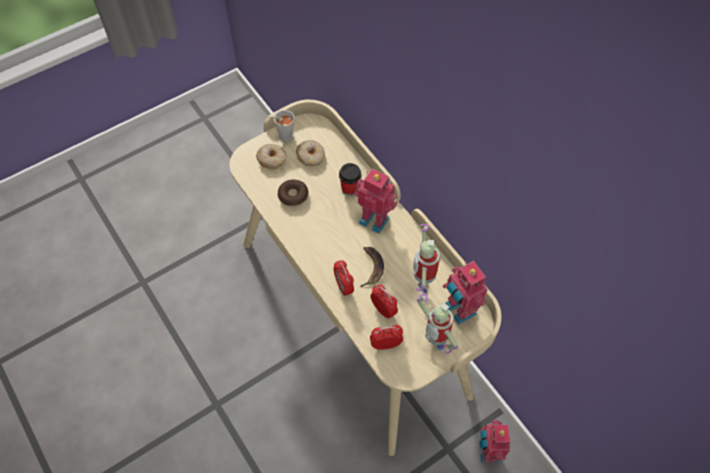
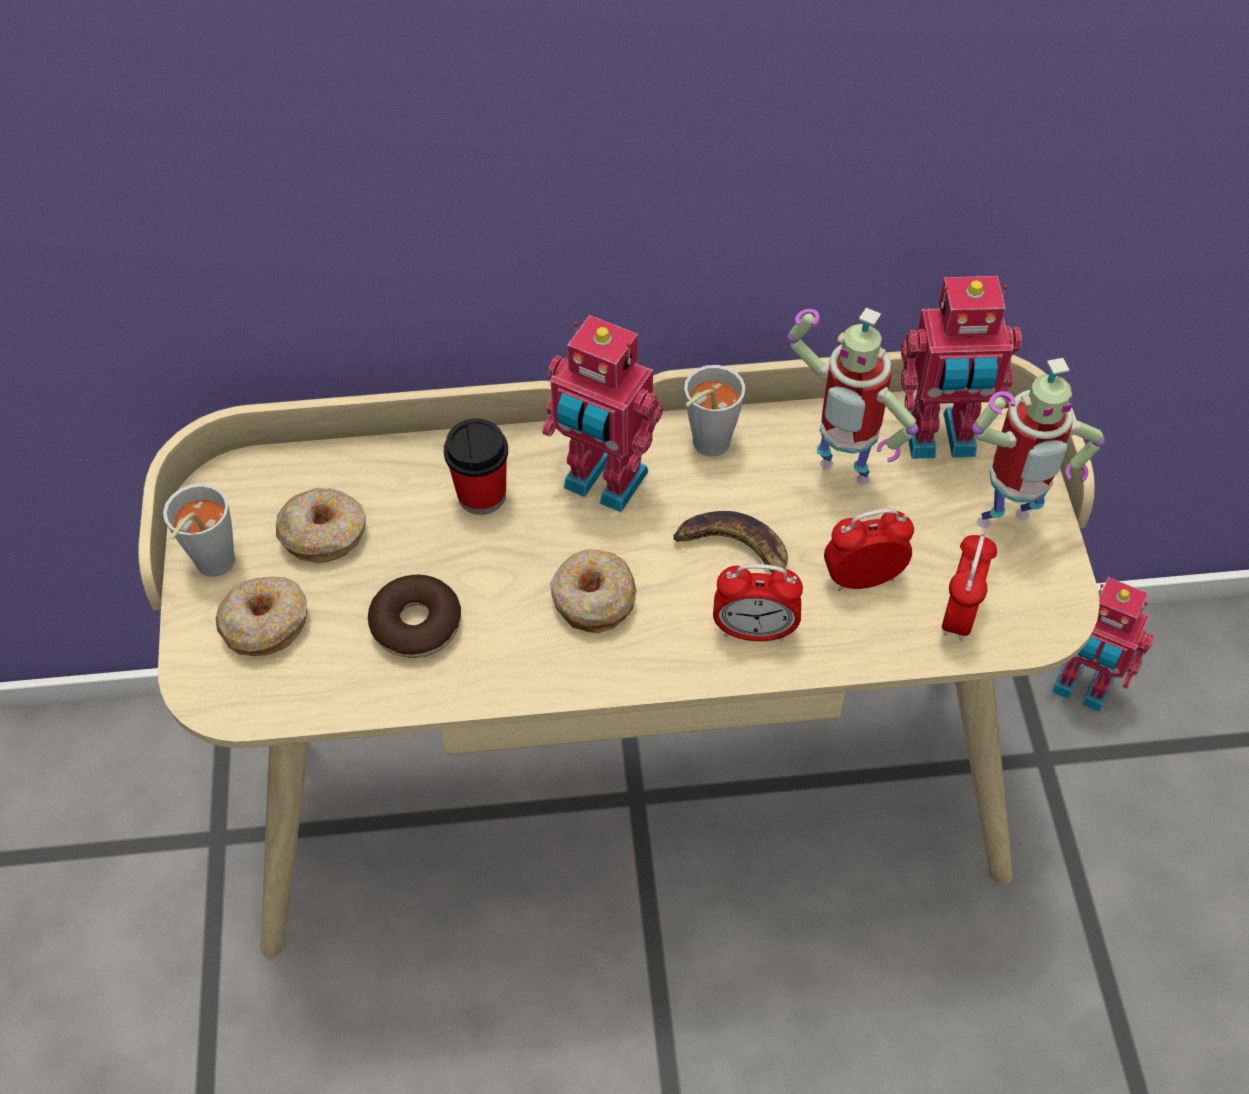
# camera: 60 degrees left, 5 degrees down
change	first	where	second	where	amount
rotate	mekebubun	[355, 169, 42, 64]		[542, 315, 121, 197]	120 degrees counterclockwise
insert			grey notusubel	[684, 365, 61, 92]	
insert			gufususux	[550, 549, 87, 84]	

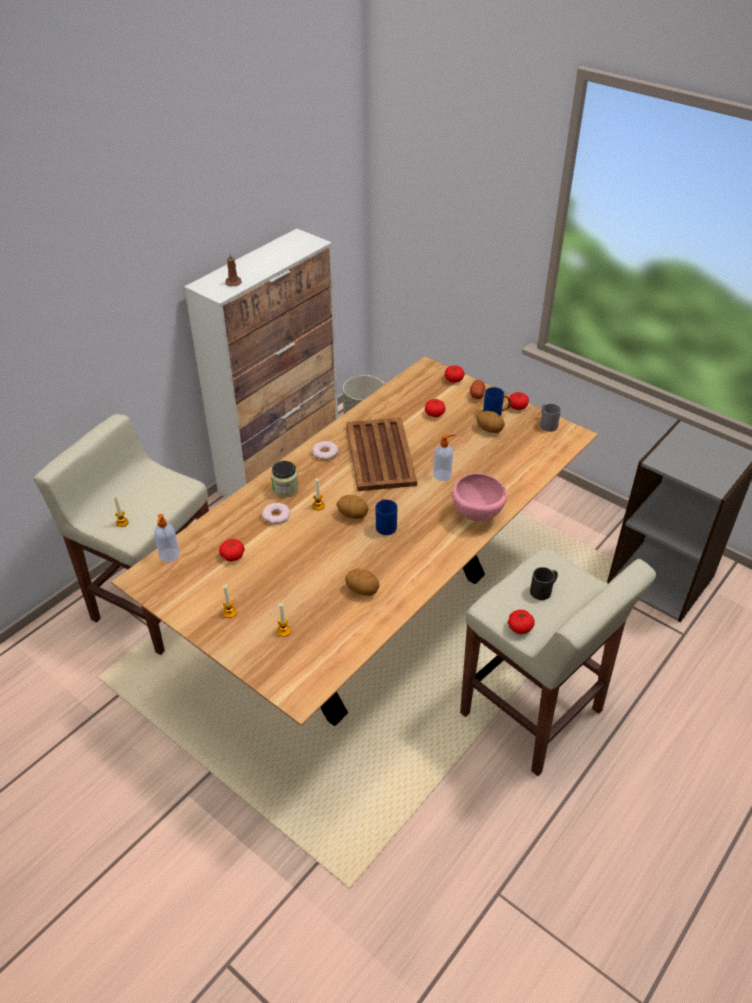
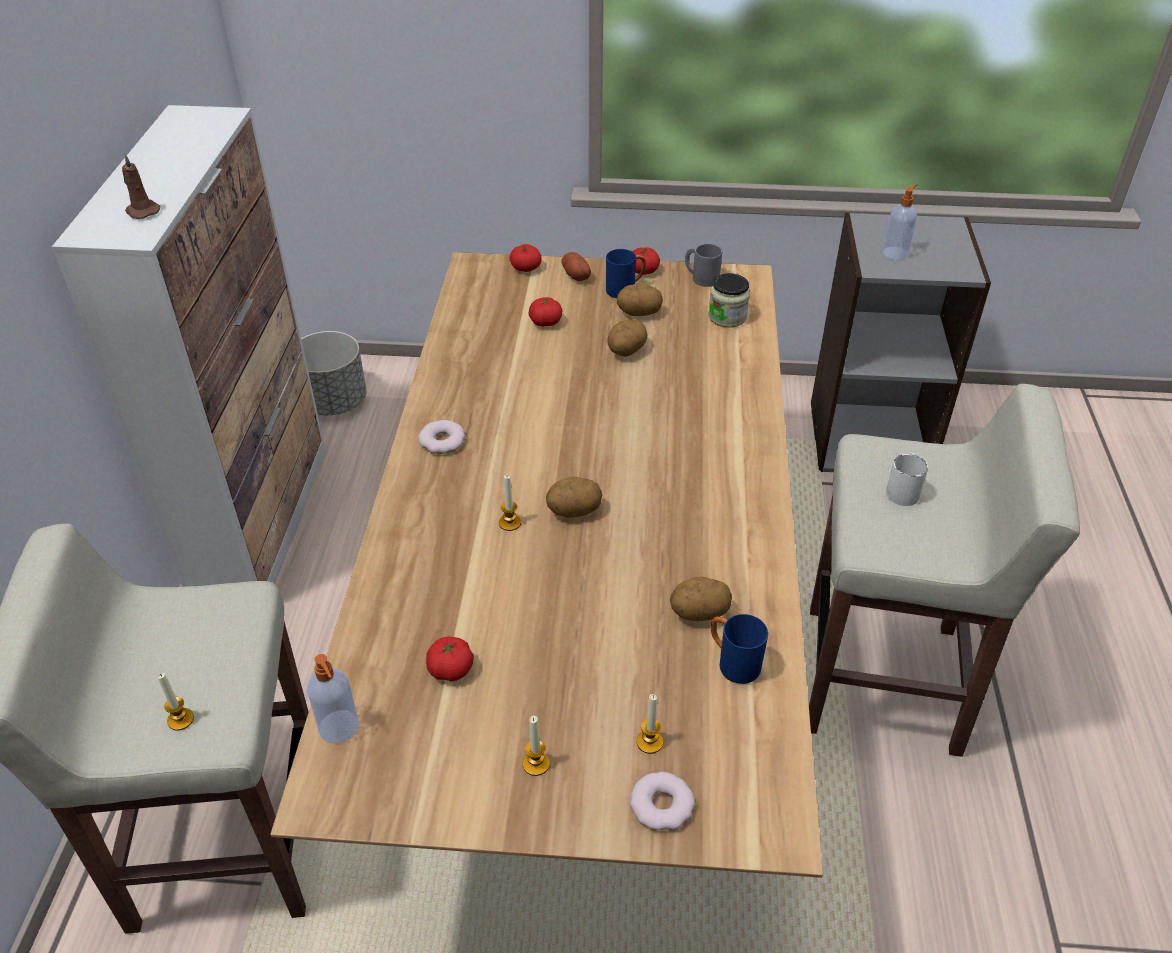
# camera: 35 degrees left, 0 degrees up
change	first	where	second	where	amount
delete	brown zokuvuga	[346, 418, 71, 73]			
move	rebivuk	[433, 434, 23, 47]		[883, 184, 34, 76]	
move	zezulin	[271, 461, 28, 36]		[708, 273, 42, 55]	
delete	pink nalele	[452, 473, 55, 48]			
move	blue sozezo	[375, 498, 22, 37]		[711, 614, 57, 70]	
move	gufususux	[262, 503, 28, 21]		[630, 772, 65, 58]	
recolor	black sozezo	[530, 567, 28, 33]	white sozezo	[886, 453, 42, 53]	
delete	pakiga	[508, 610, 27, 24]			
insert			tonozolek	[607, 319, 41, 38]	

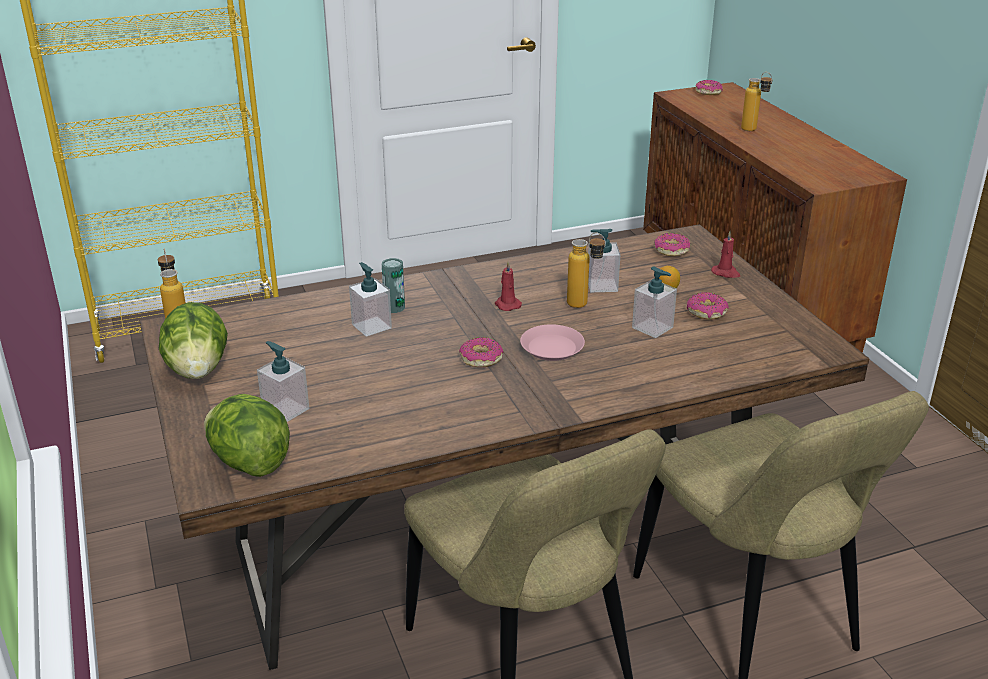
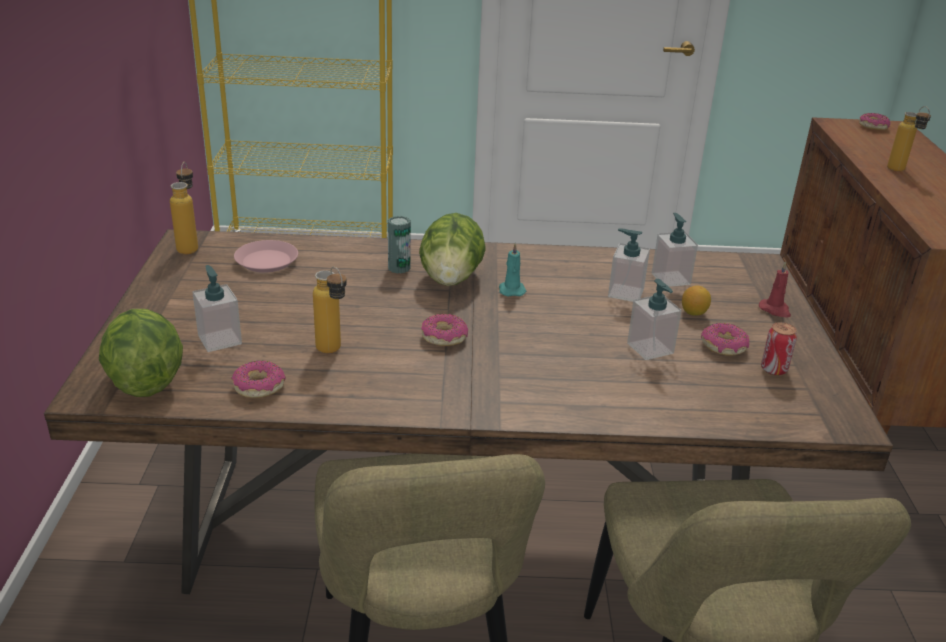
# camera: 20 degrees right, 0 degrees up
change	first	where	second	where	amount
move	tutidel	[567, 233, 39, 75]		[313, 266, 34, 87]	
move	gufususux	[654, 233, 36, 23]		[231, 360, 55, 38]	
recolor	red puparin	[495, 261, 27, 50]	turquoise puparin	[499, 243, 28, 53]	
move	rebivuk	[349, 262, 43, 75]		[652, 213, 46, 74]	
move	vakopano	[159, 302, 69, 77]		[419, 213, 66, 73]	
move	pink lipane	[520, 324, 65, 37]		[234, 240, 64, 33]	
insert			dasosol	[761, 322, 36, 54]	

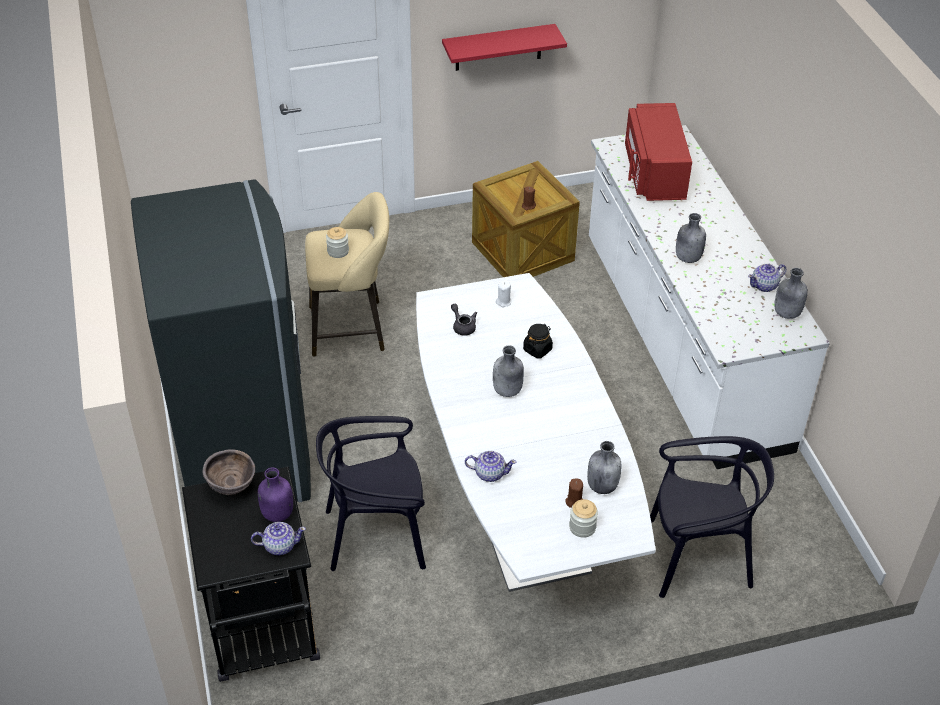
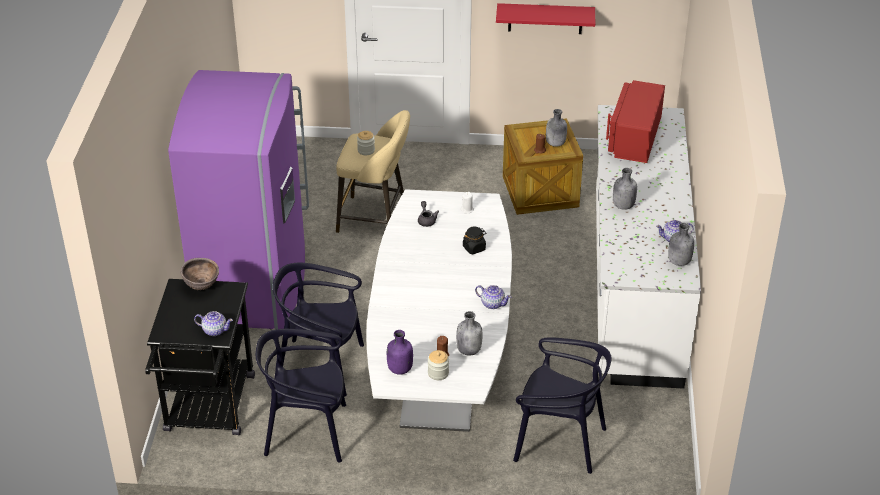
# camera: 20 degrees right, 5 degrees down
change	first	where	second	where	amount
recolor	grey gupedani	[131, 179, 180, 323]	purple gupedani	[168, 70, 141, 260]	
move	grey tutidel	[493, 346, 31, 51]		[546, 109, 21, 38]	
move	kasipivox	[465, 451, 51, 31]		[475, 285, 36, 24]	
move	purple tutidel	[258, 468, 35, 54]		[387, 330, 26, 45]	
insert			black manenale	[256, 329, 90, 134]	

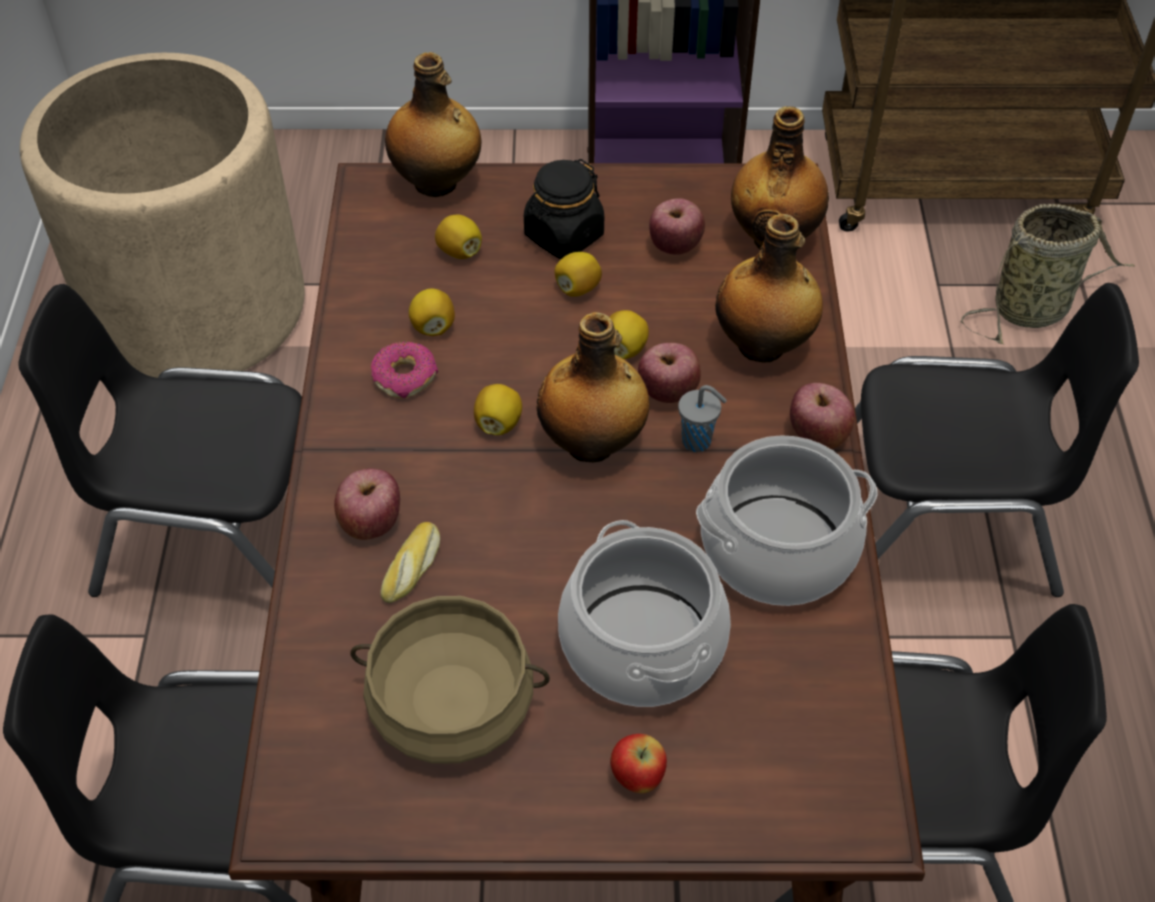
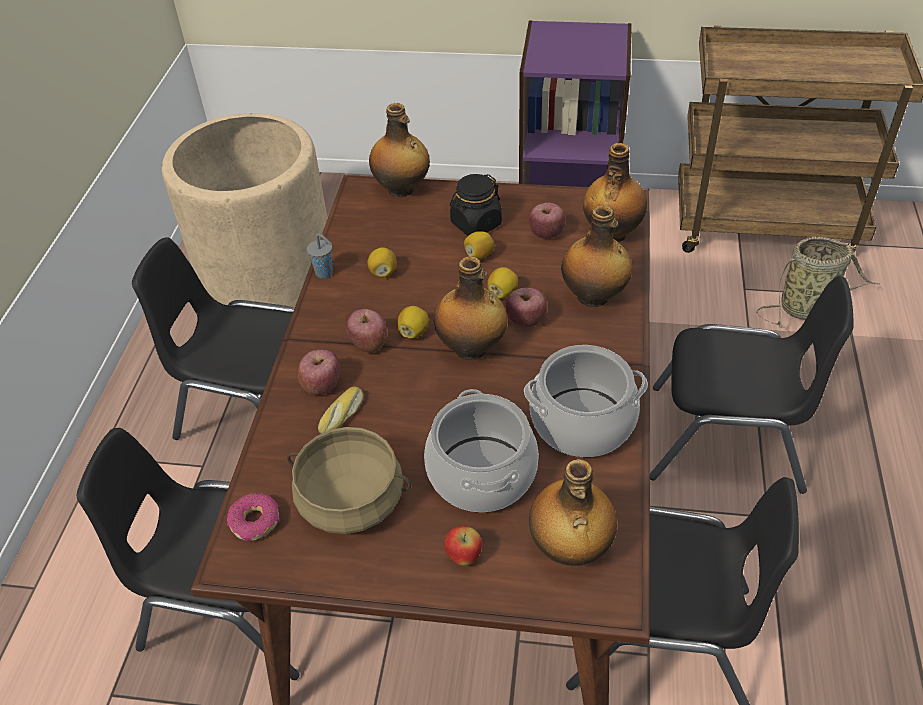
# camera: 10 degrees right, 5 degrees down
change	first	where	second	where	amount
delete	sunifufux	[435, 215, 47, 44]			
move	gufususux	[371, 342, 67, 56]		[227, 493, 53, 49]	
move	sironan	[790, 383, 65, 66]		[346, 309, 41, 44]	
move	grey notusubel	[678, 385, 49, 67]		[307, 233, 26, 45]	
insert			tutidel	[529, 459, 88, 107]	

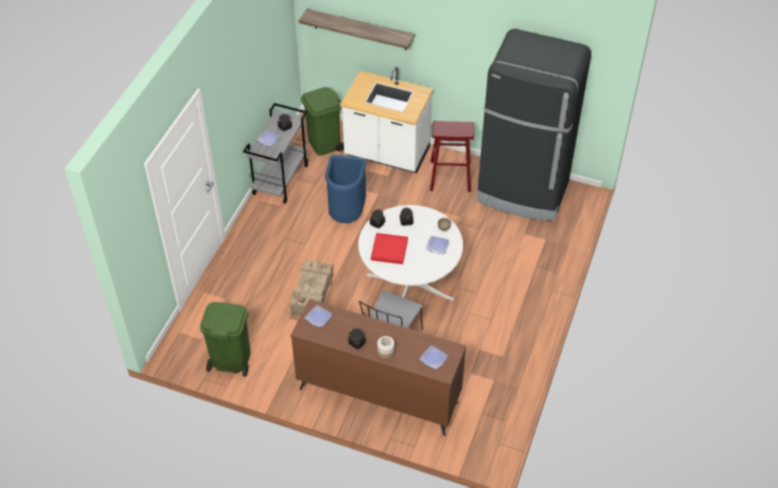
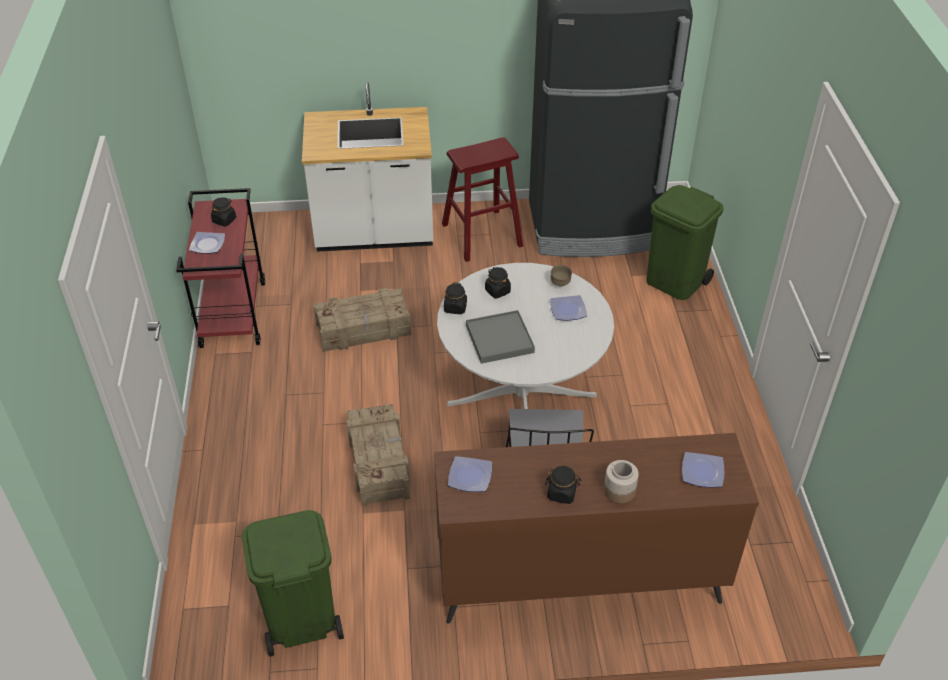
# camera: 25 degrees left, 5 degrees down
change	first	where	second	where	amount
delete	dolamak	[299, 9, 116, 41]			
move	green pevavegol	[301, 87, 43, 69]		[646, 185, 77, 115]	
recolor	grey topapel	[243, 103, 65, 101]	red topapel	[176, 188, 89, 160]	
replace	blue pevavegol	[325, 155, 42, 68]	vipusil	[314, 288, 98, 64]	
recolor	red zokuvuga	[371, 233, 37, 31]	grey zokuvuga	[466, 310, 69, 54]	

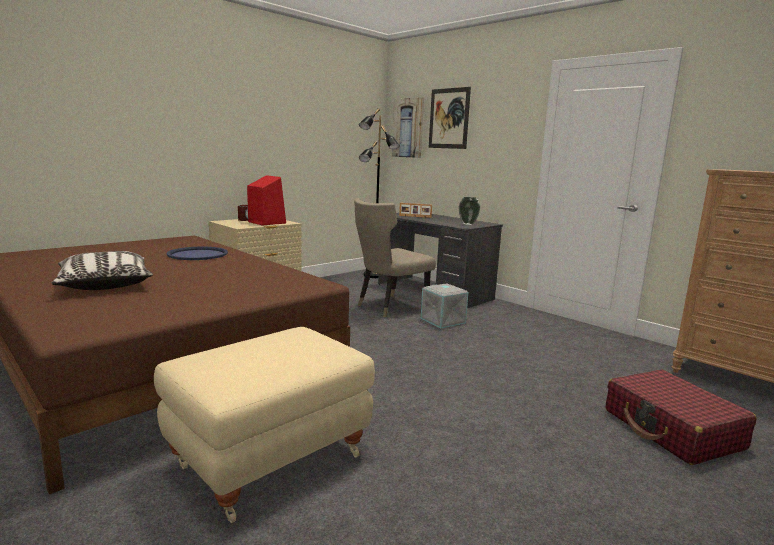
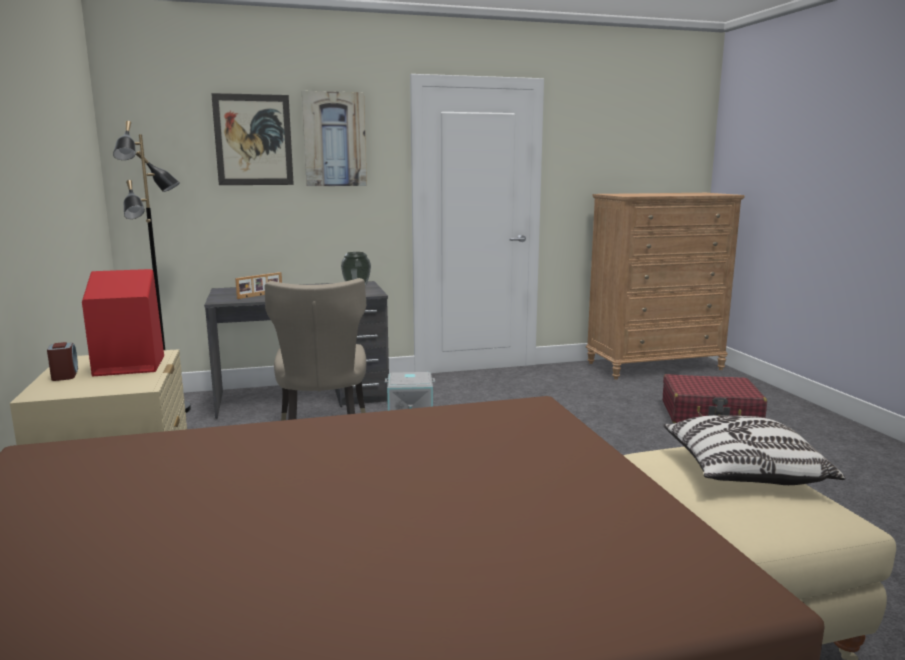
# camera: 60 degrees left, 0 degrees up
change	first	where	second	where	amount
move	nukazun	[392, 97, 32, 61]		[302, 91, 65, 95]	
delete	blue zokuvuga	[167, 247, 61, 13]			
move	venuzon	[52, 251, 101, 39]		[663, 415, 183, 70]	

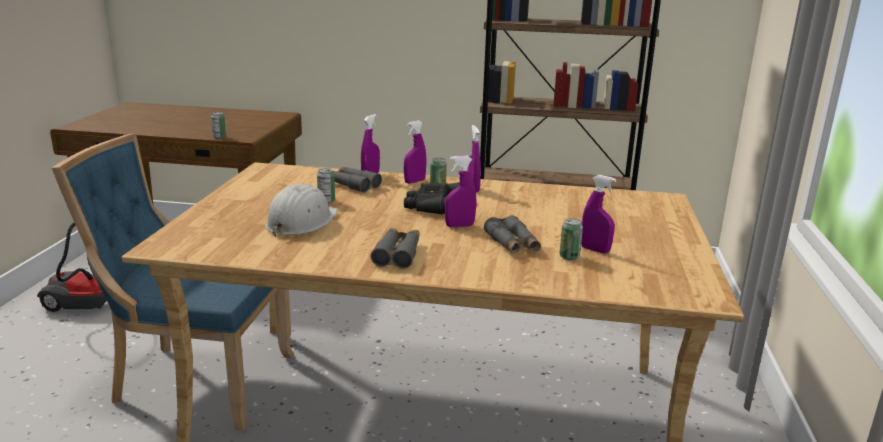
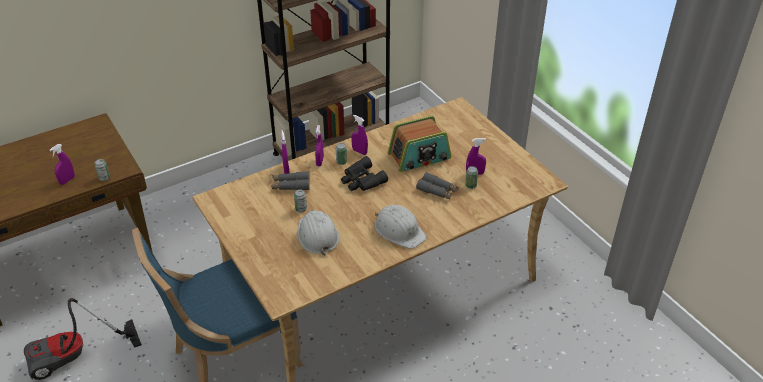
# camera: 40 degrees left, 20 degrees up
change	first	where	second	where	amount
move	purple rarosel	[445, 156, 31, 71]		[49, 144, 26, 41]	
replace	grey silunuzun	[371, 228, 49, 40]	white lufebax	[374, 205, 53, 44]	
insert			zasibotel	[388, 116, 63, 56]	

